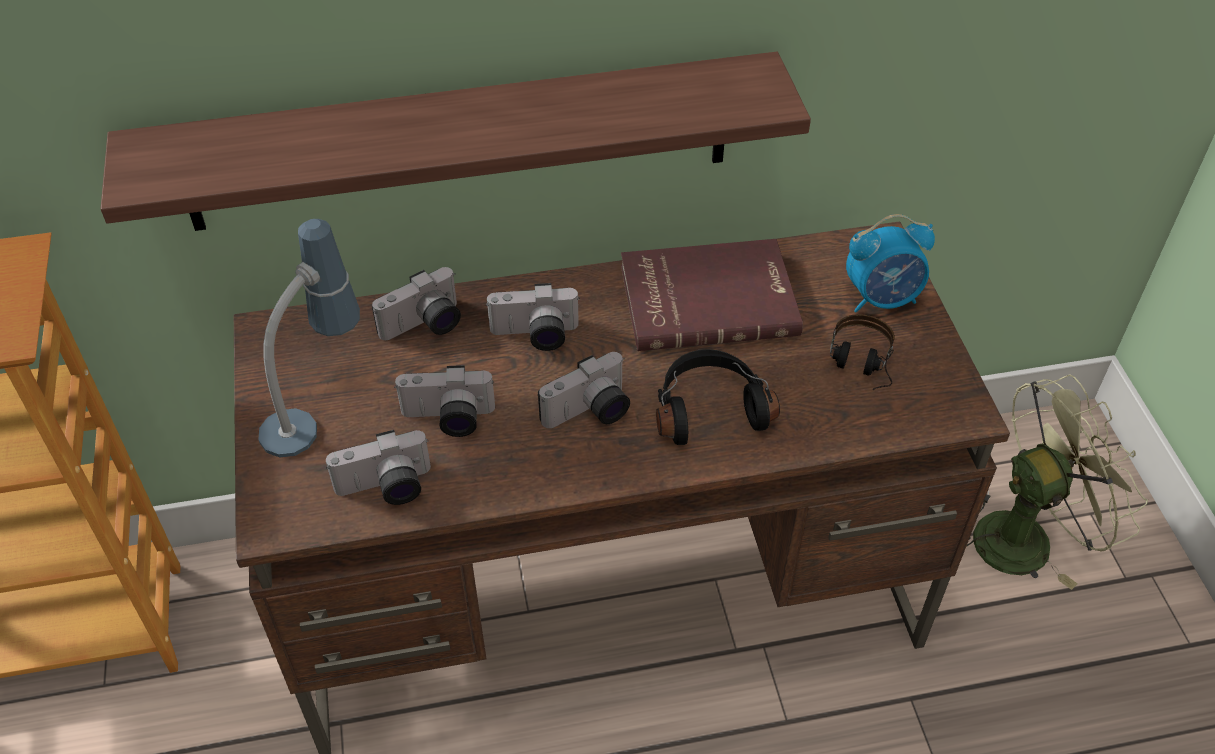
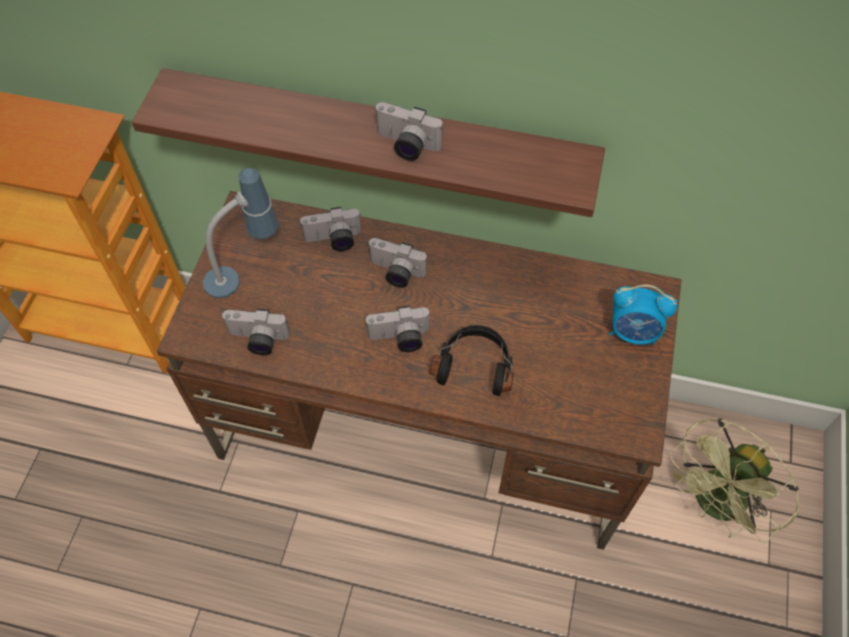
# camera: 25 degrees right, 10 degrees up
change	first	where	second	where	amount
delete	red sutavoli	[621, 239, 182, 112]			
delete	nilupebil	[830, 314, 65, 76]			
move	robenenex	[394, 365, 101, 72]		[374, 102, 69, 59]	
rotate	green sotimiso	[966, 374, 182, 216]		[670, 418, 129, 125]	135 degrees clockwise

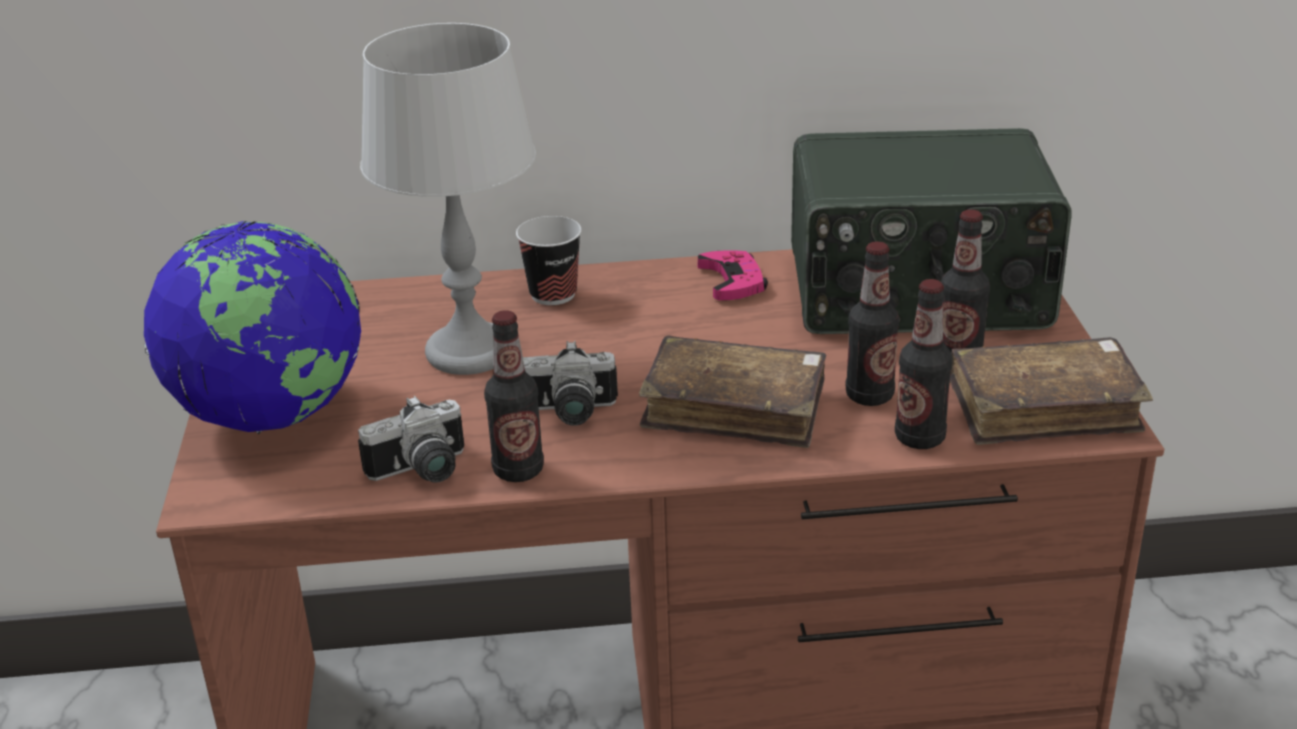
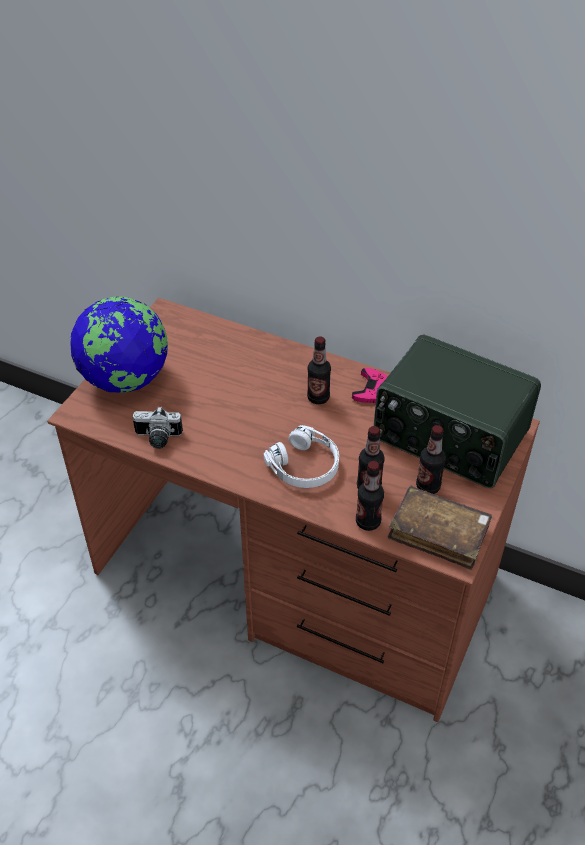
# camera: 30 degrees right, 15 degrees up
change	first	where	second	where	amount
delete	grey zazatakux	[360, 23, 176, 352]			
delete	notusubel	[516, 216, 66, 89]			
move	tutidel	[484, 310, 60, 172]		[307, 336, 24, 68]	
replace	brown sutavoli	[639, 336, 187, 112]	white nilupebil	[264, 425, 75, 63]	
delete	robenenex	[523, 341, 95, 85]			

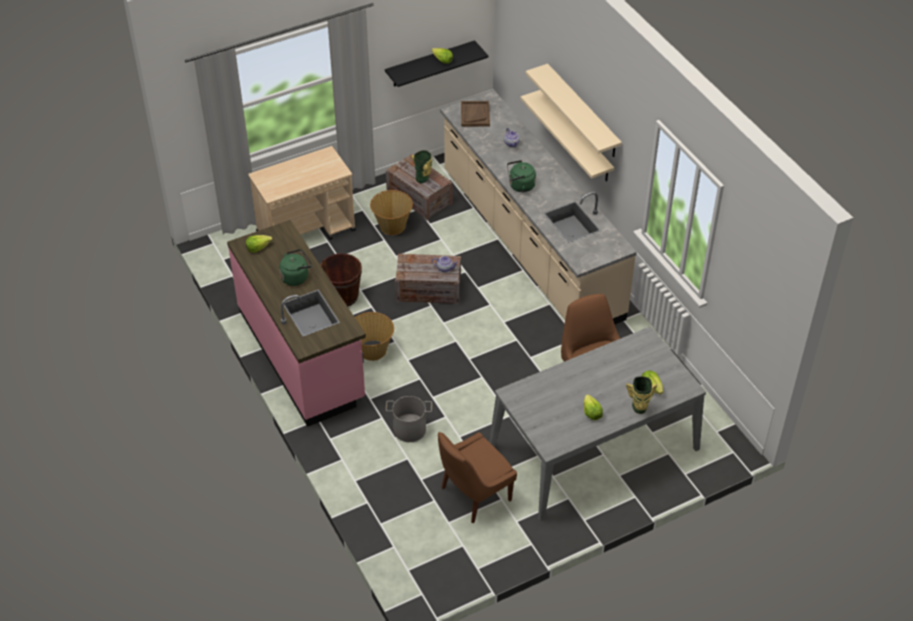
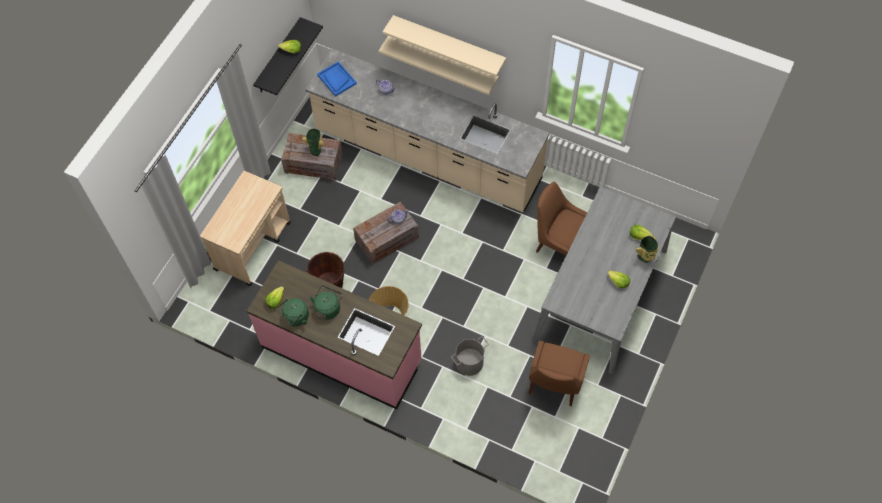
# camera: 35 degrees left, 15 degrees up
change	first	where	second	where	amount
recolor	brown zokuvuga	[461, 101, 29, 26]	blue zokuvuga	[317, 61, 40, 36]	
move	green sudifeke	[507, 160, 29, 32]		[276, 298, 33, 28]	
delete	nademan	[370, 190, 43, 45]			

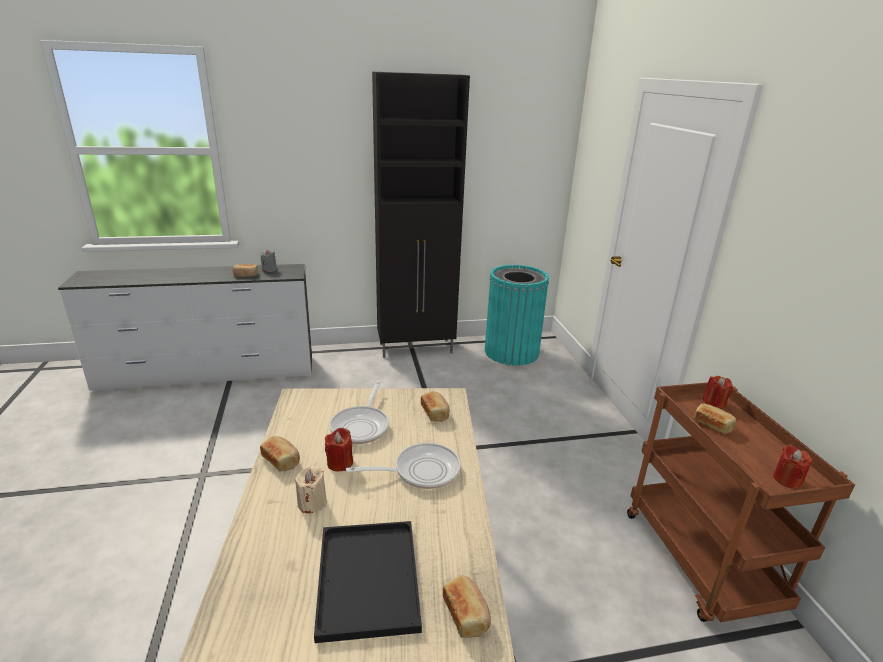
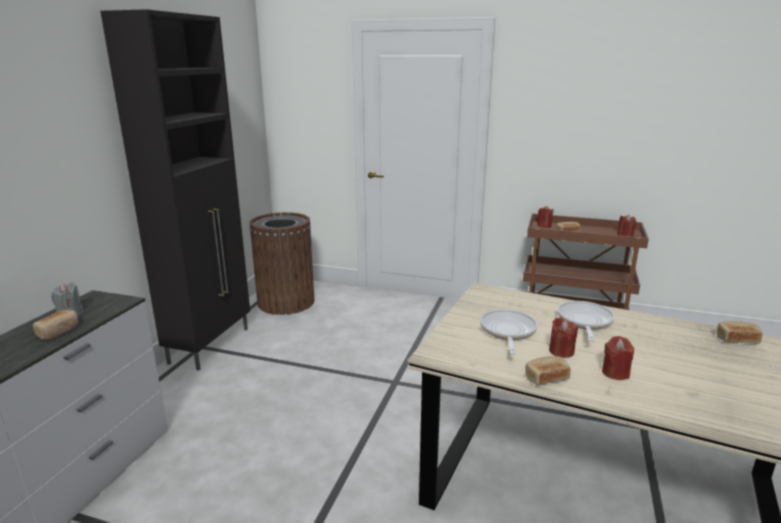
# camera: 60 degrees left, 5 degrees down
change	first	where	second	where	amount
recolor	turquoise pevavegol	[485, 265, 64, 101]	brown pevavegol	[249, 212, 65, 103]	
rotate	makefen	[330, 380, 59, 64]		[480, 309, 57, 46]	120 degrees counterclockwise
delete	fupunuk	[421, 391, 29, 31]			
recolor	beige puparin	[295, 467, 32, 46]	red puparin	[602, 336, 32, 44]	
delete	black zokuvuga	[314, 521, 108, 122]			

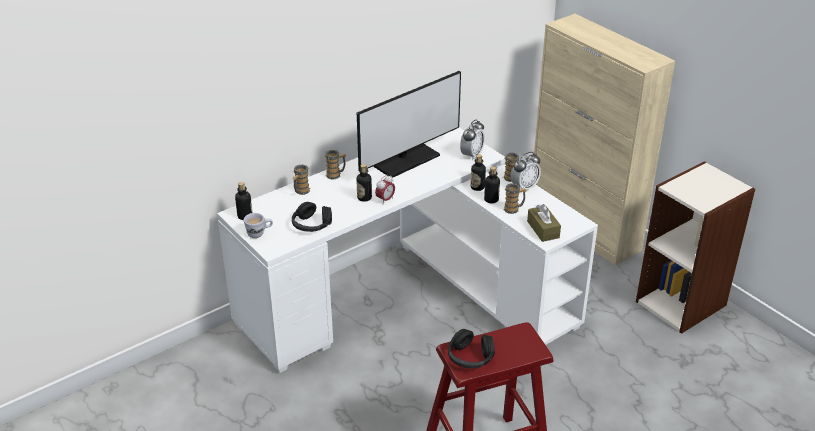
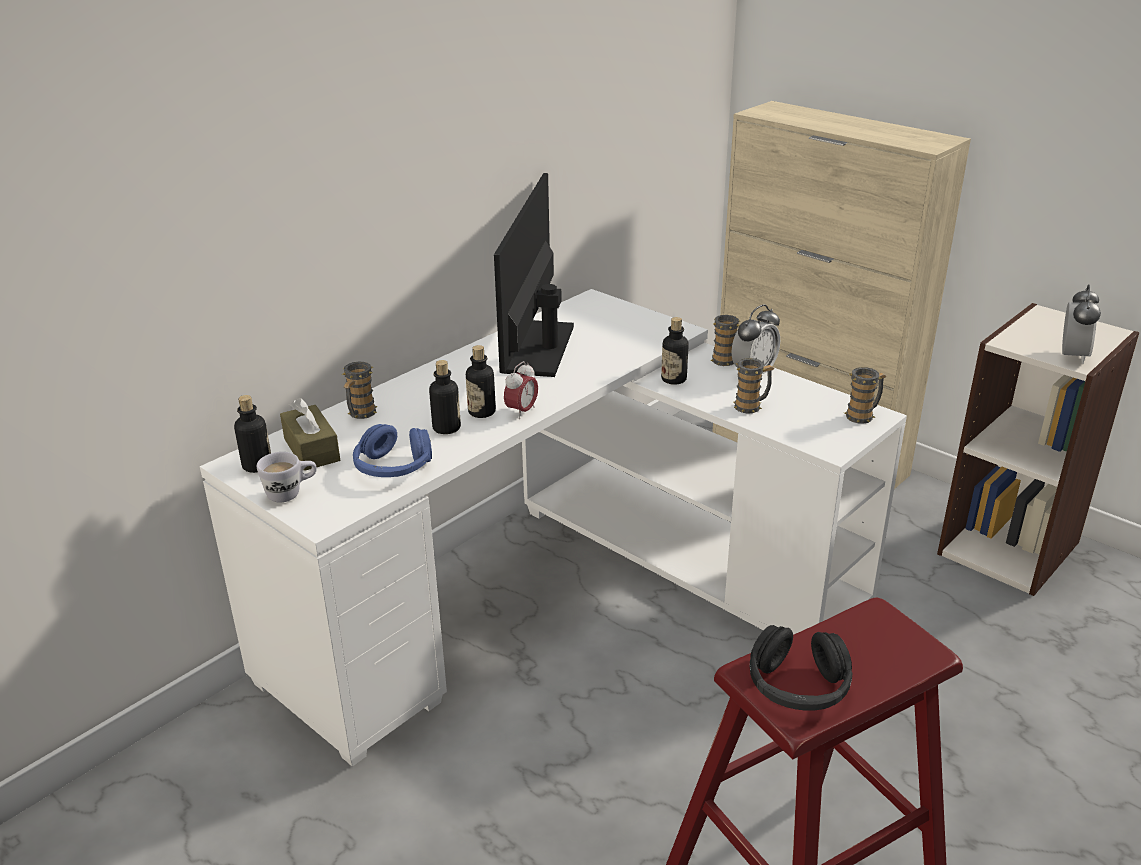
# camera: 10 degrees left, 5 degrees down
change	first	where	second	where	amount
rotate	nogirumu	[357, 71, 104, 107]		[494, 173, 80, 204]	150 degrees clockwise
move	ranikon	[460, 120, 25, 41]		[1062, 284, 39, 80]	
move	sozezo	[324, 150, 22, 29]		[845, 367, 41, 57]	
move	tutidel	[484, 166, 16, 37]		[429, 360, 32, 74]	
recolor	black nilupebil	[292, 202, 40, 30]	blue nilupebil	[353, 424, 79, 53]	
move	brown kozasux	[527, 204, 34, 38]		[280, 398, 60, 73]	

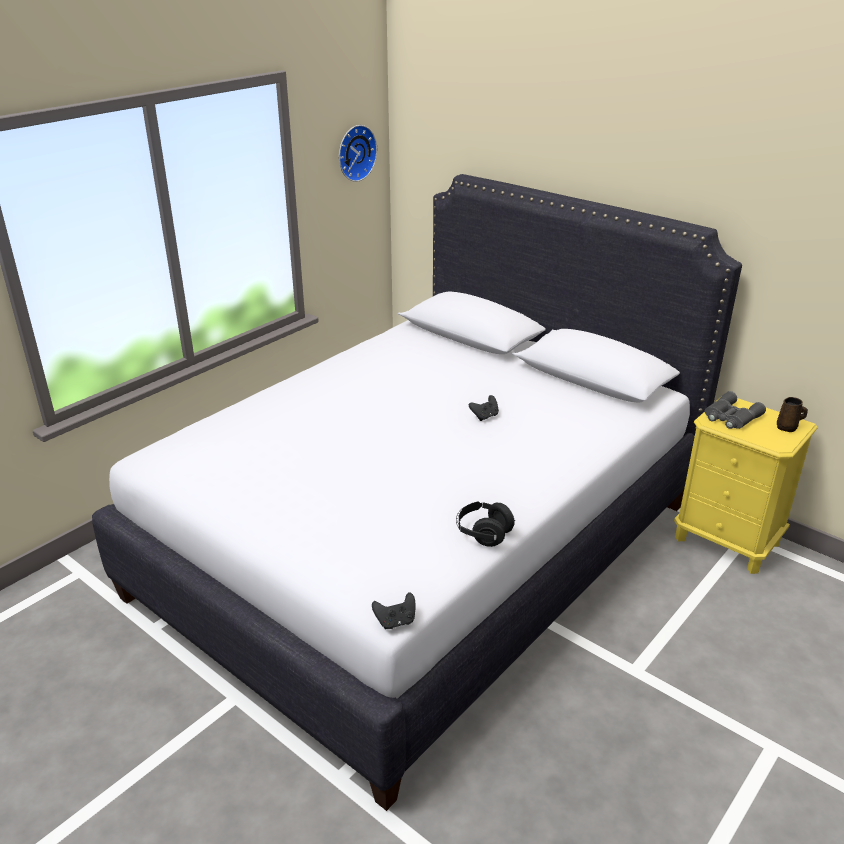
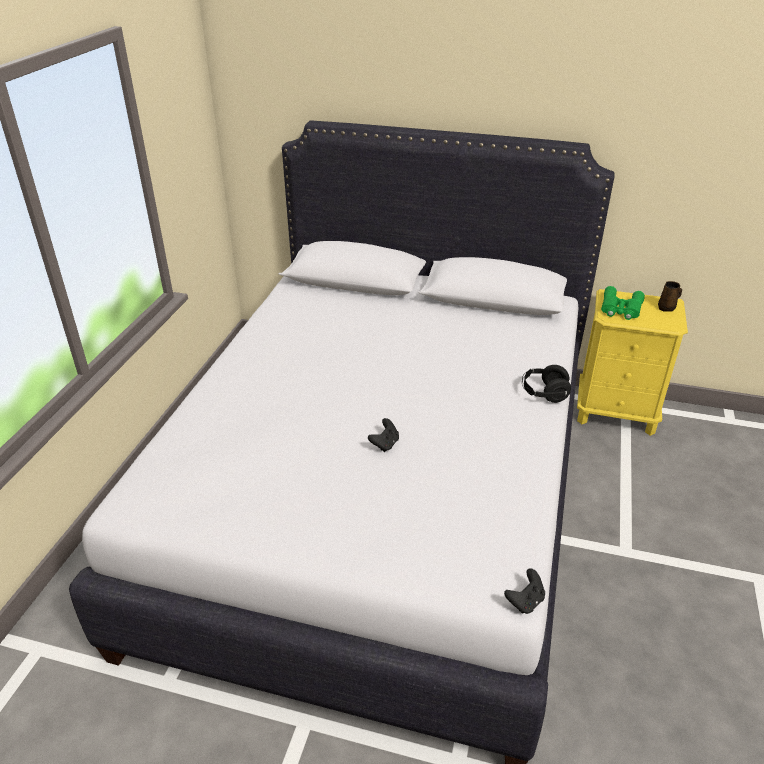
# camera: 25 degrees left, 5 degrees up
change	first	where	second	where	amount
delete	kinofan	[339, 125, 38, 57]			
recolor	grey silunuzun	[704, 391, 62, 38]	green silunuzun	[601, 286, 44, 34]	
move	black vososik	[469, 395, 30, 26]		[368, 418, 31, 34]	
move	black nilupebil	[456, 501, 59, 46]		[522, 365, 49, 38]	

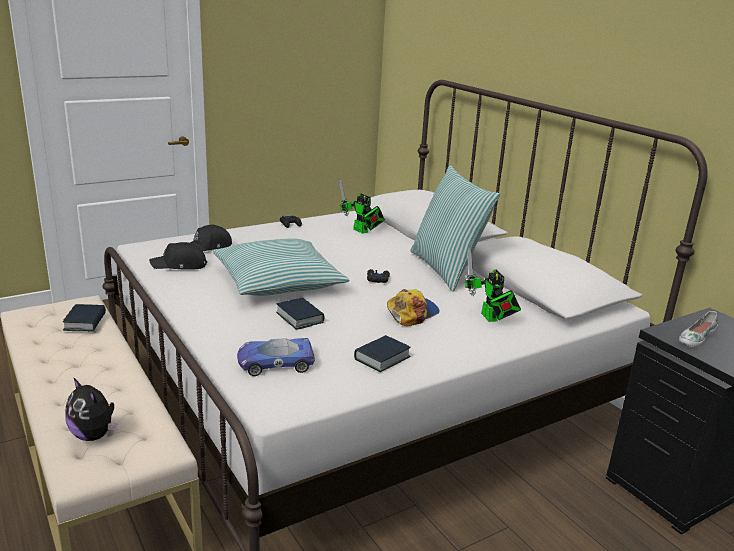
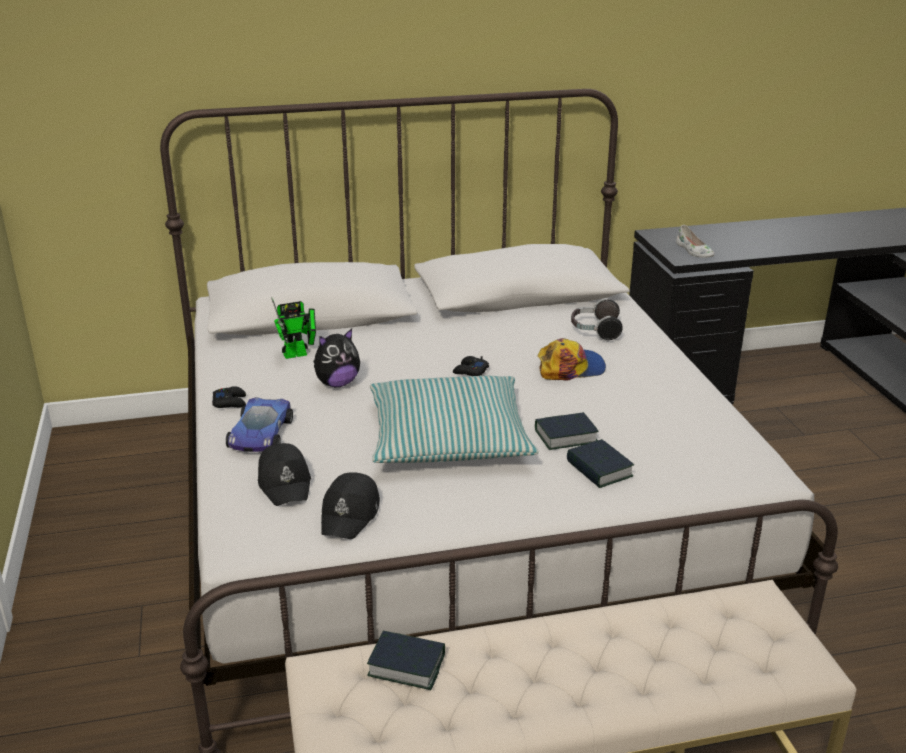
# camera: 70 degrees left, 5 degrees up
change	first	where	second	where	amount
delete	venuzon	[410, 166, 90, 126]			
replace	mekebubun	[465, 248, 56, 74]	nilupebil	[571, 298, 52, 43]	
rotate	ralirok	[387, 289, 53, 37]		[538, 338, 68, 43]	105 degrees clockwise
move	sutavoli	[354, 335, 57, 37]		[567, 439, 67, 49]	
move	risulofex	[237, 338, 78, 38]		[226, 397, 67, 55]	
move	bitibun	[65, 377, 53, 64]		[313, 329, 47, 58]	

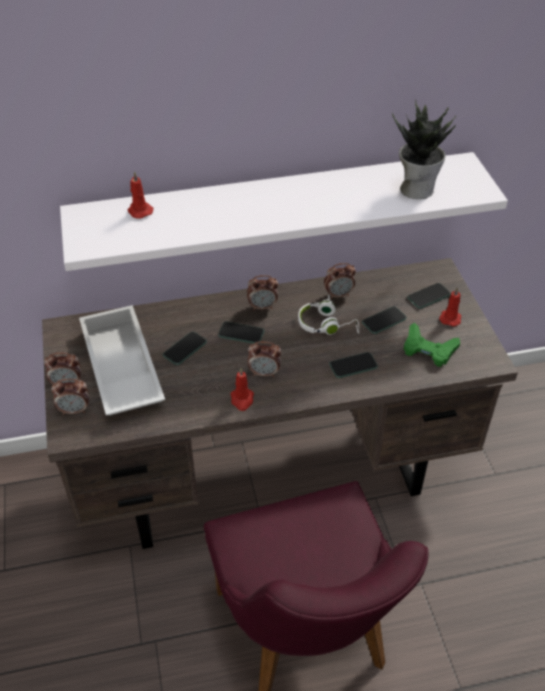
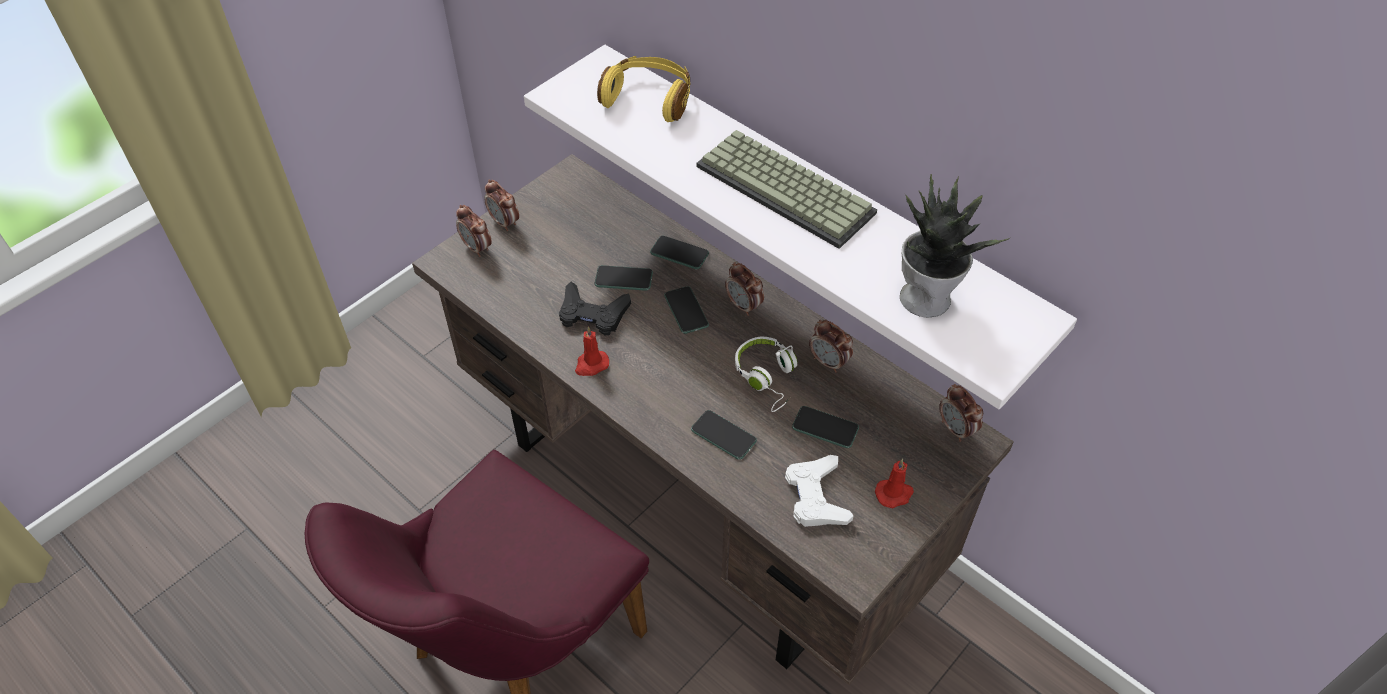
# camera: 55 degrees right, 5 degrees up
change	first	where	second	where	amount
replace	red puparin	[127, 171, 26, 48]	yellow nilupebil	[597, 56, 93, 66]	
move	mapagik	[407, 283, 44, 26]		[650, 236, 59, 33]	
delete	white zokuvuga	[79, 305, 86, 111]			
recolor	green vososik	[403, 323, 57, 44]	white vososik	[785, 455, 69, 72]	
move	ranikon	[248, 341, 33, 36]		[939, 384, 44, 58]	
insert			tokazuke	[696, 130, 181, 119]	
insert			black vososik	[559, 282, 72, 53]	

